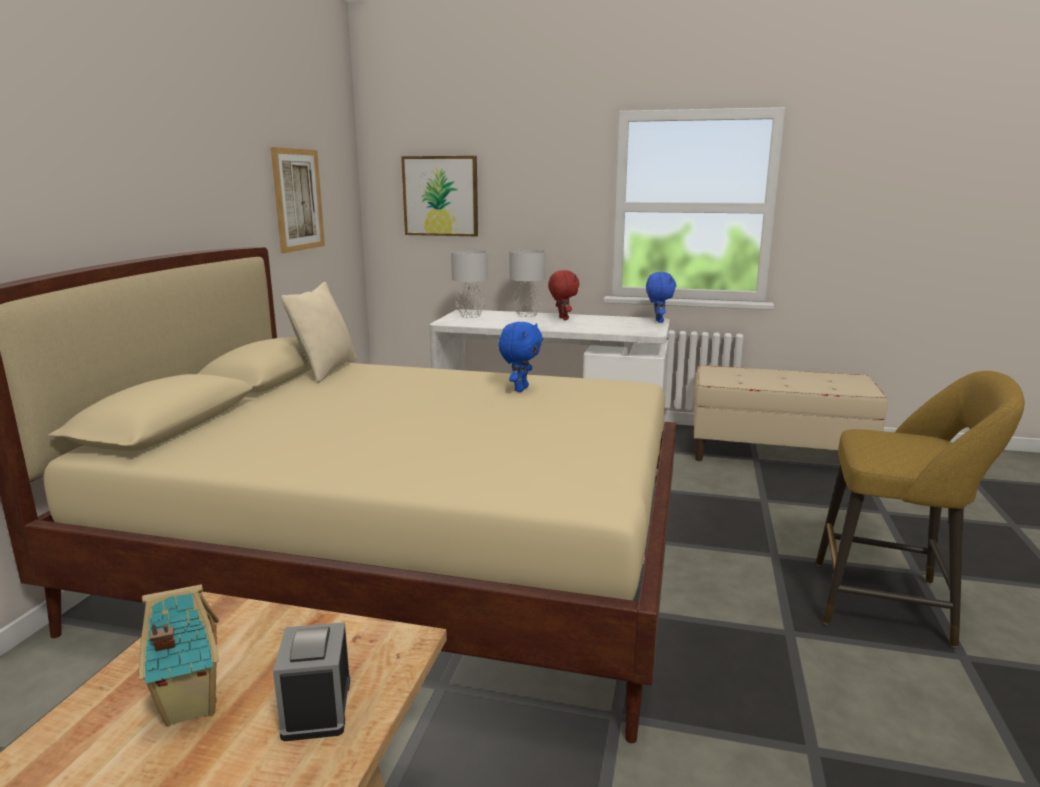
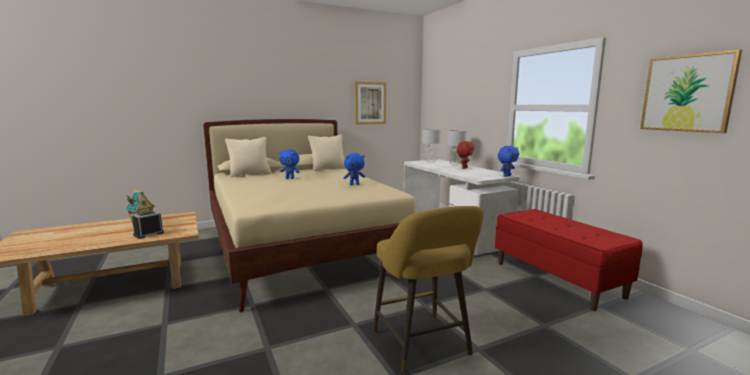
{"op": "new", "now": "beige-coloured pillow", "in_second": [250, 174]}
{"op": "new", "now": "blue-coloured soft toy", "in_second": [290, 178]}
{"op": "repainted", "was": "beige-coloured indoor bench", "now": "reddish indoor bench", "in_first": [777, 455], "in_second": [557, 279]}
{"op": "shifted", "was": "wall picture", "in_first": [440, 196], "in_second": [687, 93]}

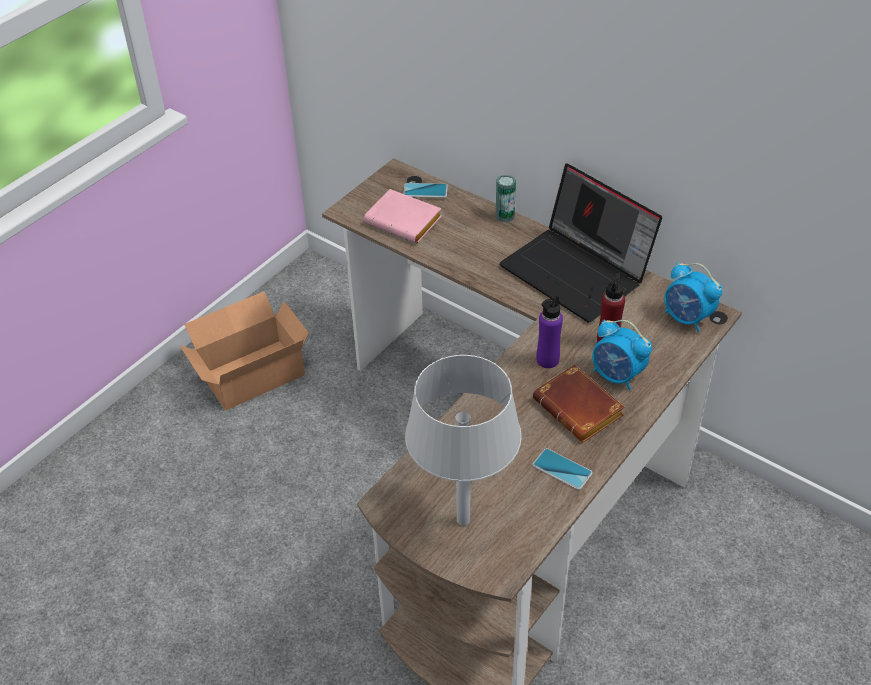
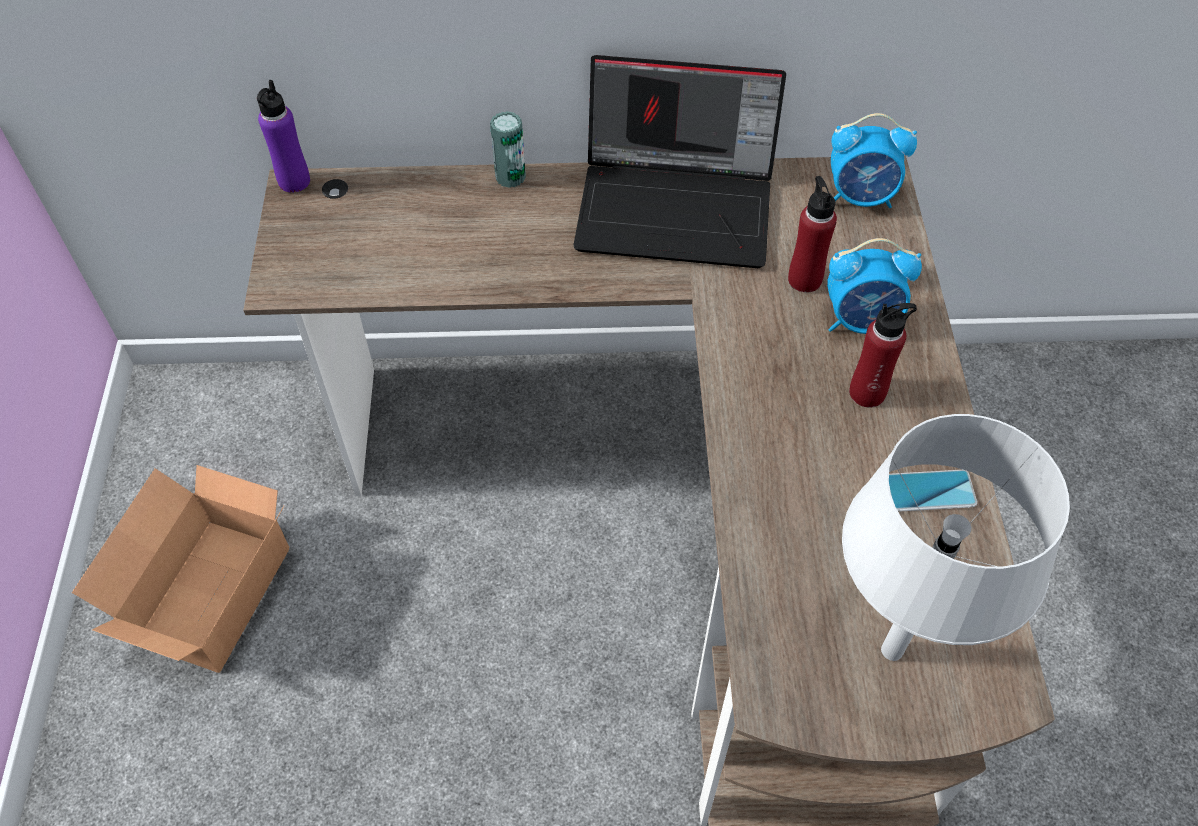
{"op": "shifted", "was": "purplish drink bottle", "in_first": [547, 360], "in_second": [294, 181]}
{"op": "swapped", "was": "brown book", "now": "reddish drink bottle", "in_first": [581, 409], "in_second": [867, 392]}
{"op": "gone", "was": "pinkish book", "in_first": [406, 221]}
{"op": "gone", "was": "phone", "in_first": [425, 191]}

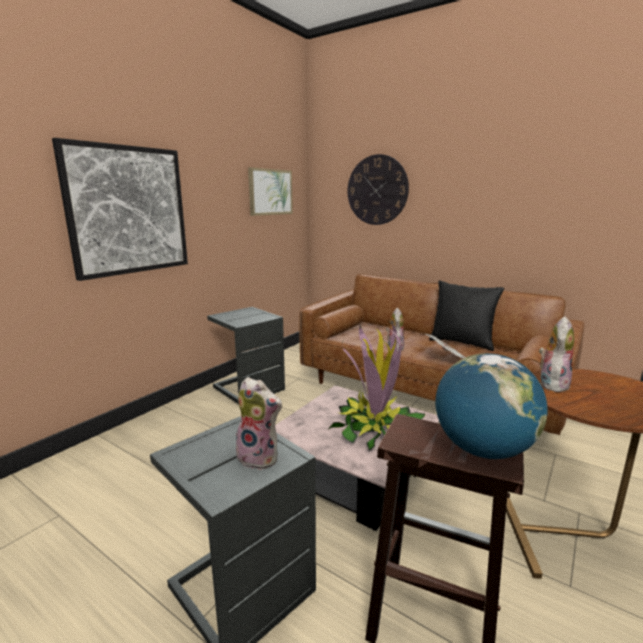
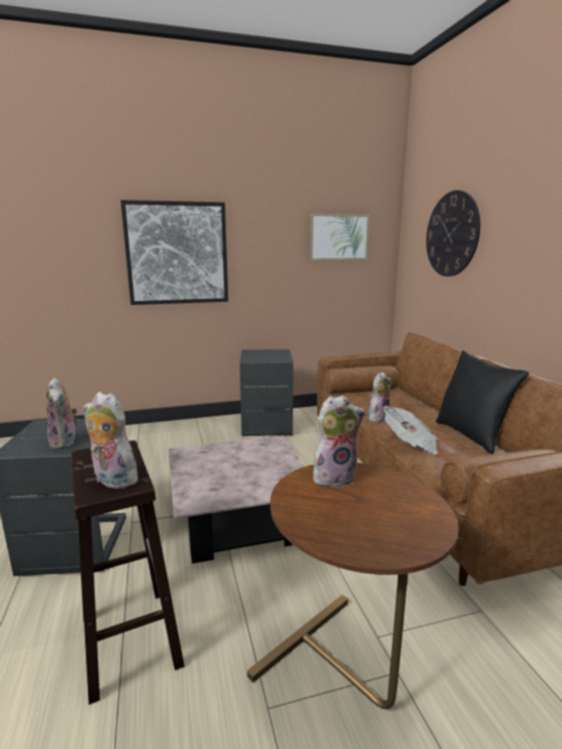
{"op": "swapped", "was": "world globe", "now": "soft toy", "in_first": [482, 449], "in_second": [112, 480]}
{"op": "gone", "was": "plant in a pot", "in_first": [373, 429]}

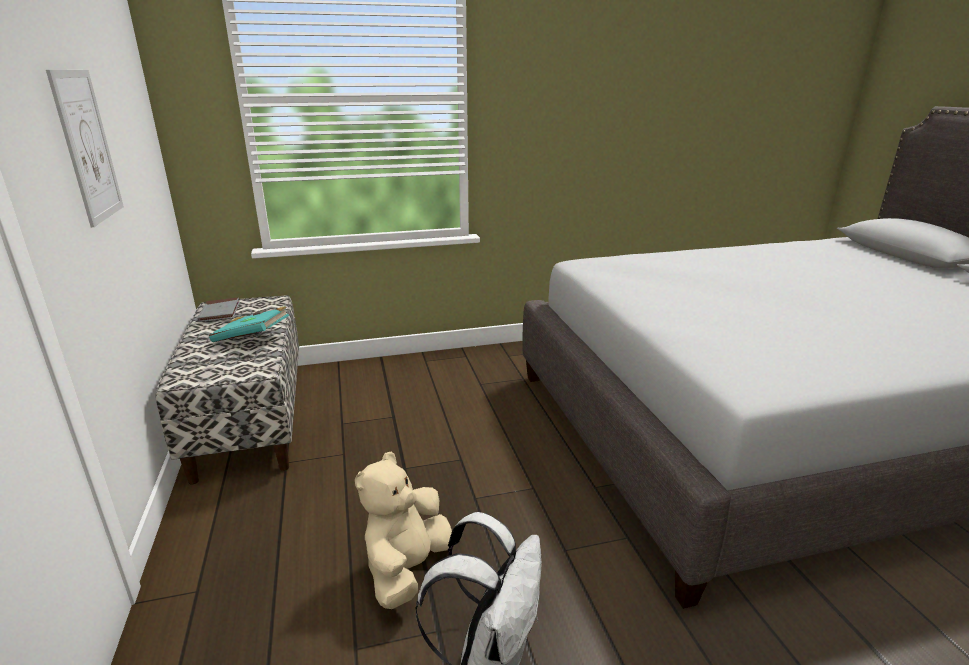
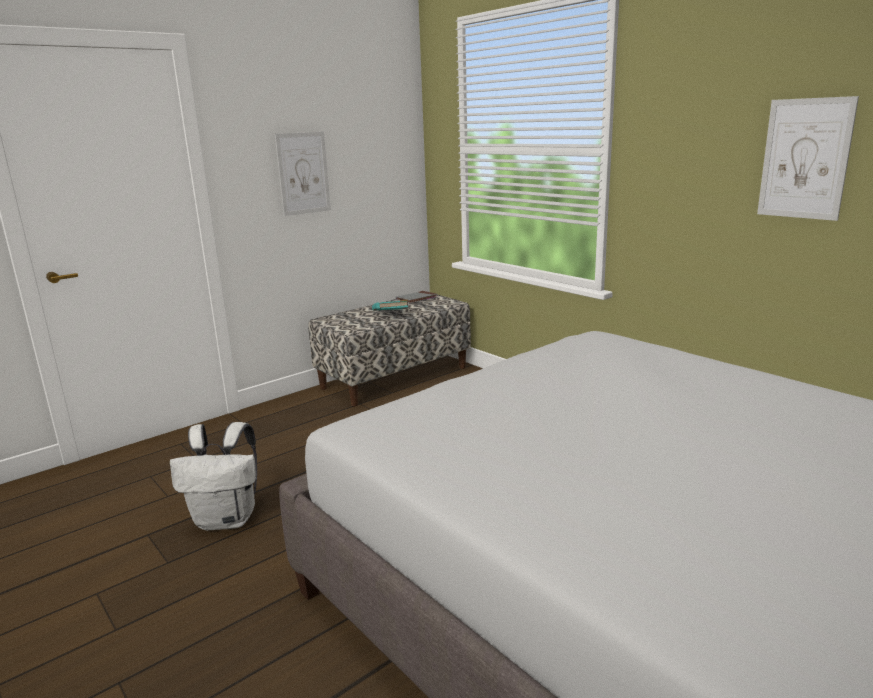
{"op": "new", "now": "wall picture", "in_second": [804, 159]}
{"op": "gone", "was": "beige-coloured soft toy", "in_first": [407, 568]}

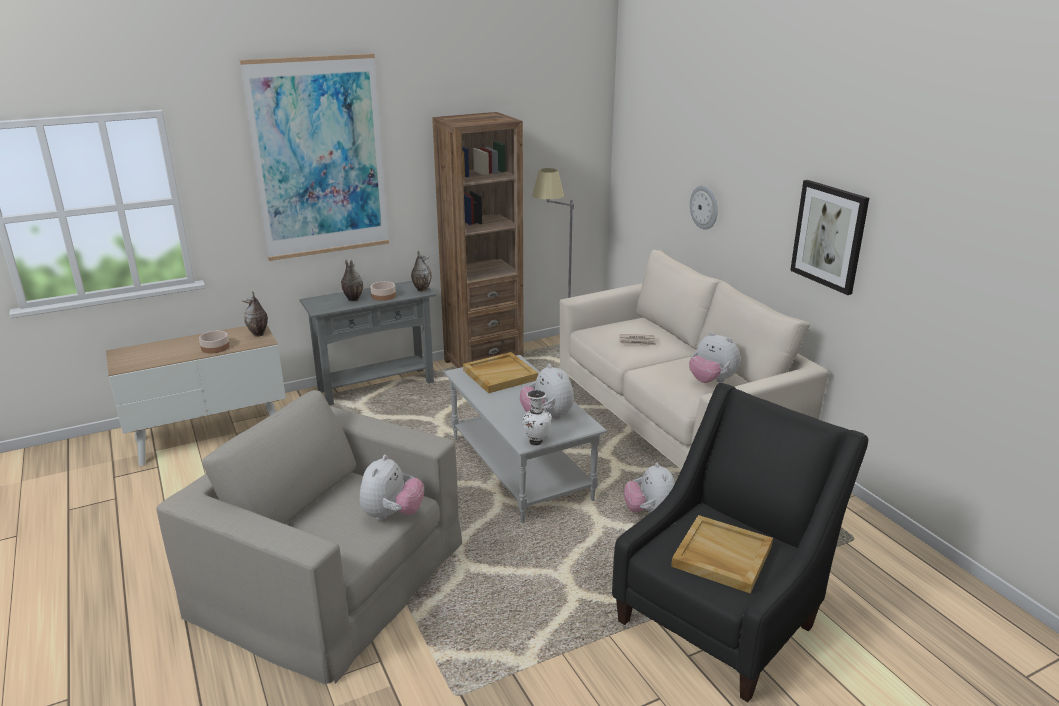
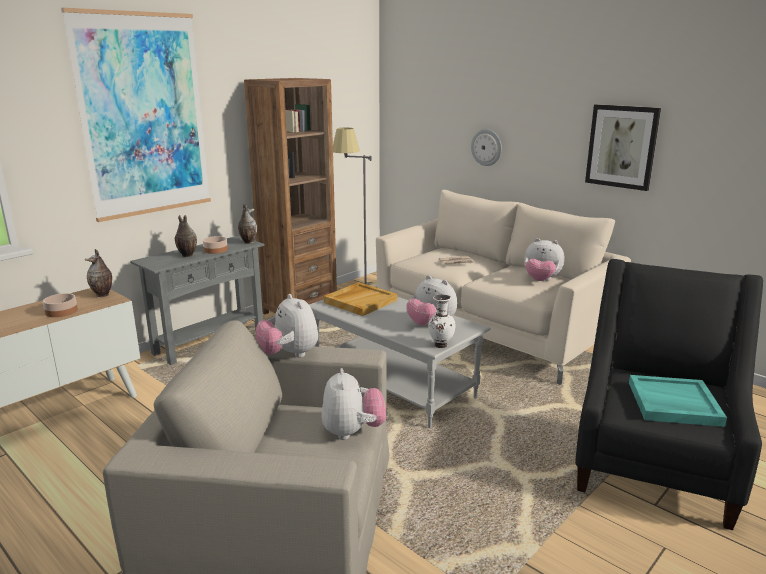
{"op": "shifted", "was": "soft toy", "in_first": [650, 513], "in_second": [289, 355]}
{"op": "repainted", "was": "beige-coloured tray", "now": "turquoise tray", "in_first": [721, 556], "in_second": [673, 404]}

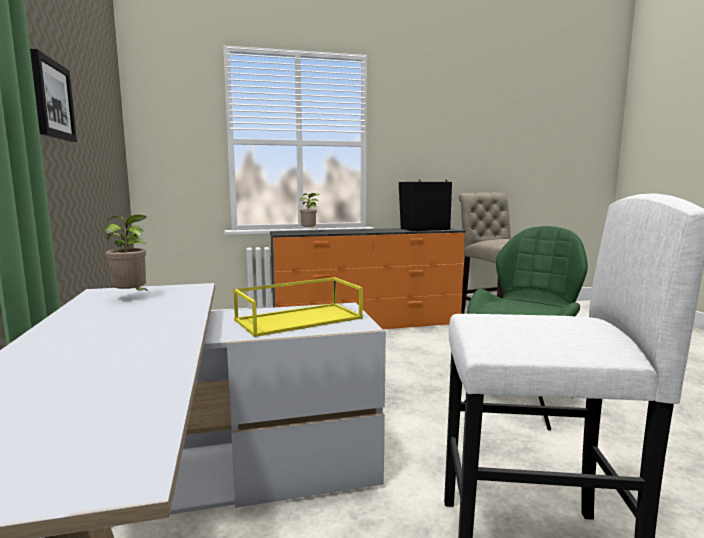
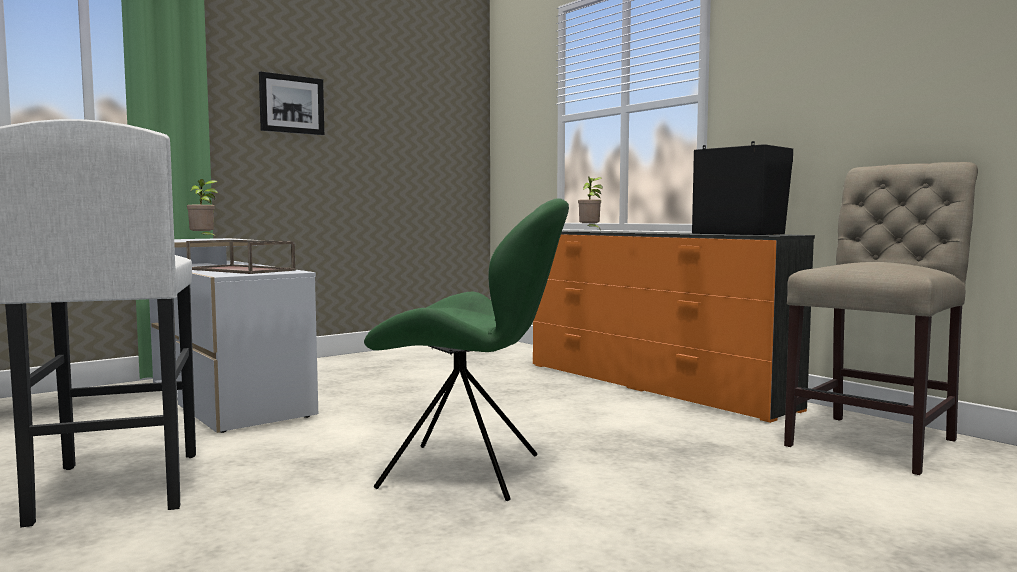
{"op": "repainted", "was": "yellowish tray", "now": "brown tray", "in_first": [299, 319], "in_second": [242, 270]}

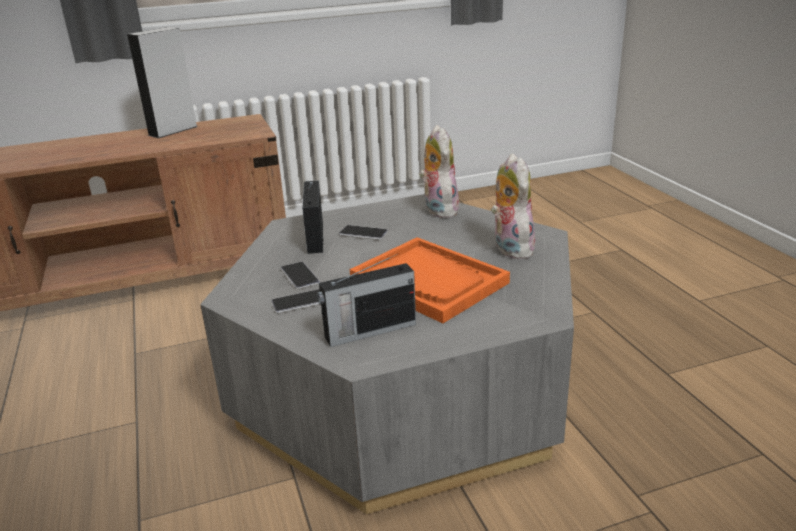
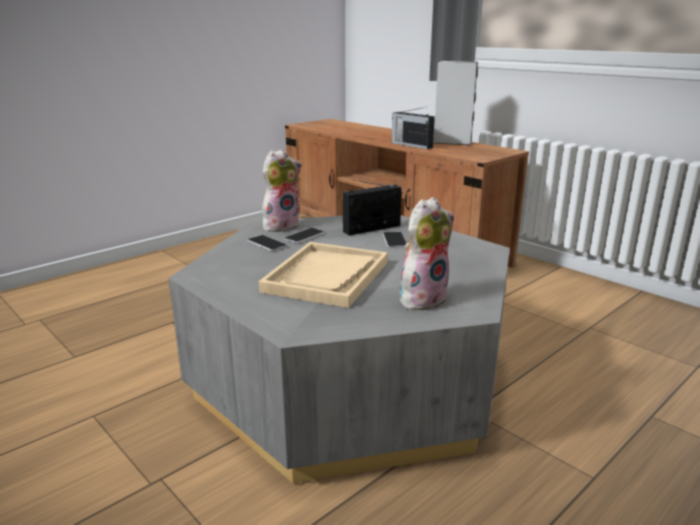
{"op": "repainted", "was": "orange-coloured tray", "now": "beige-coloured tray", "in_first": [429, 281], "in_second": [327, 277]}
{"op": "shifted", "was": "soft toy", "in_first": [438, 210], "in_second": [281, 226]}
{"op": "shifted", "was": "radio set", "in_first": [368, 331], "in_second": [411, 145]}

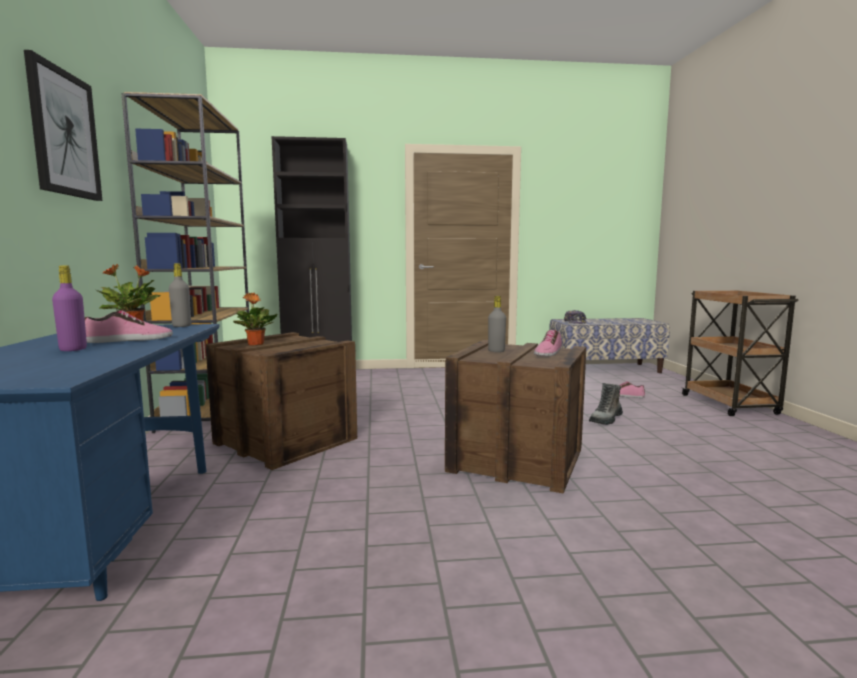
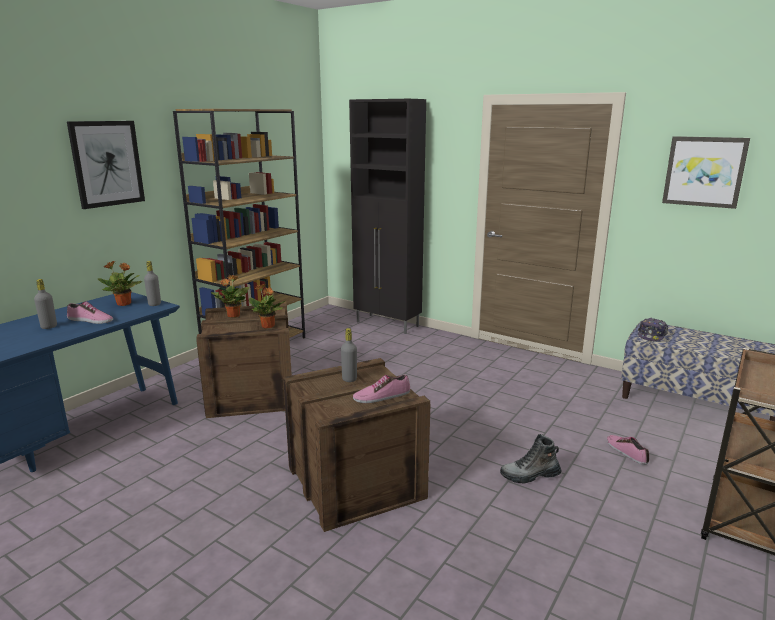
{"op": "repainted", "was": "purplish drink bottle", "now": "gray drink bottle", "in_first": [73, 349], "in_second": [49, 327]}
{"op": "new", "now": "plant in a pot", "in_second": [268, 326]}
{"op": "new", "now": "wall picture", "in_second": [704, 171]}

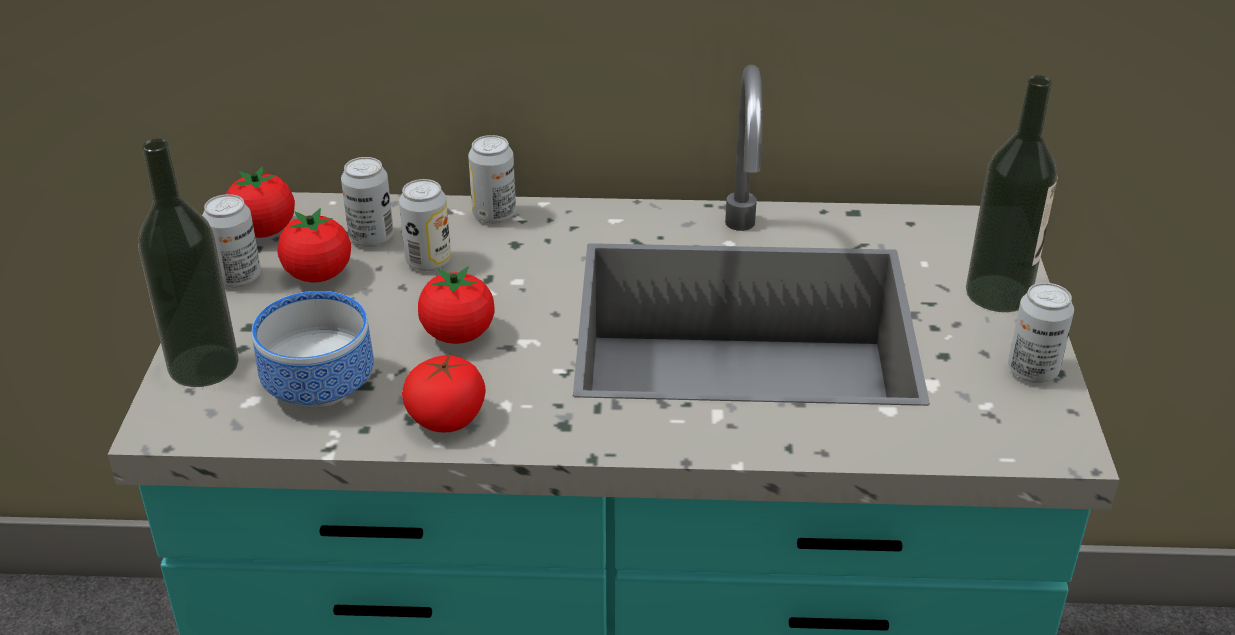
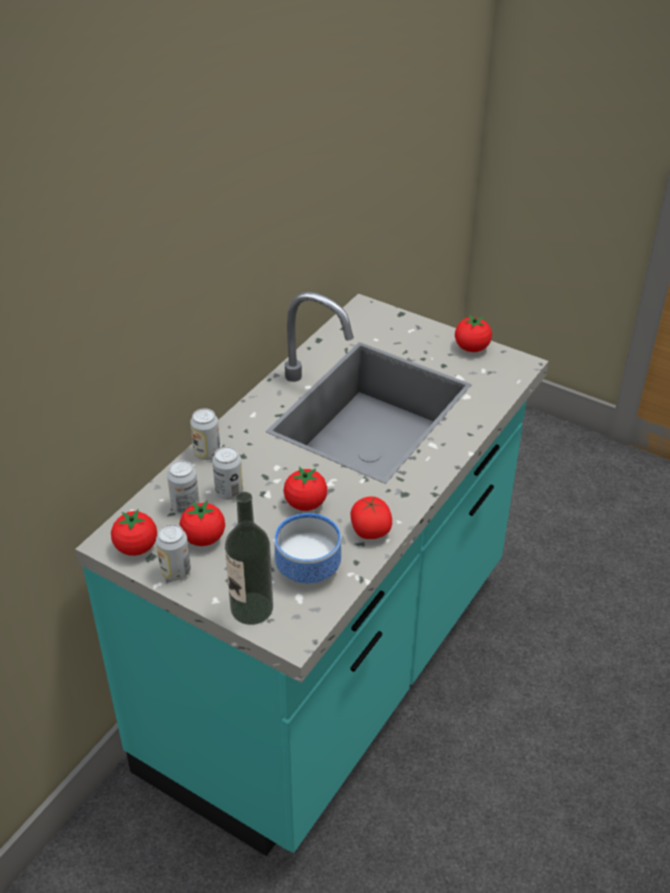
{"op": "swapped", "was": "metal can", "now": "tomato", "in_first": [1032, 371], "in_second": [471, 348]}
{"op": "gone", "was": "drink bottle", "in_first": [998, 293]}

